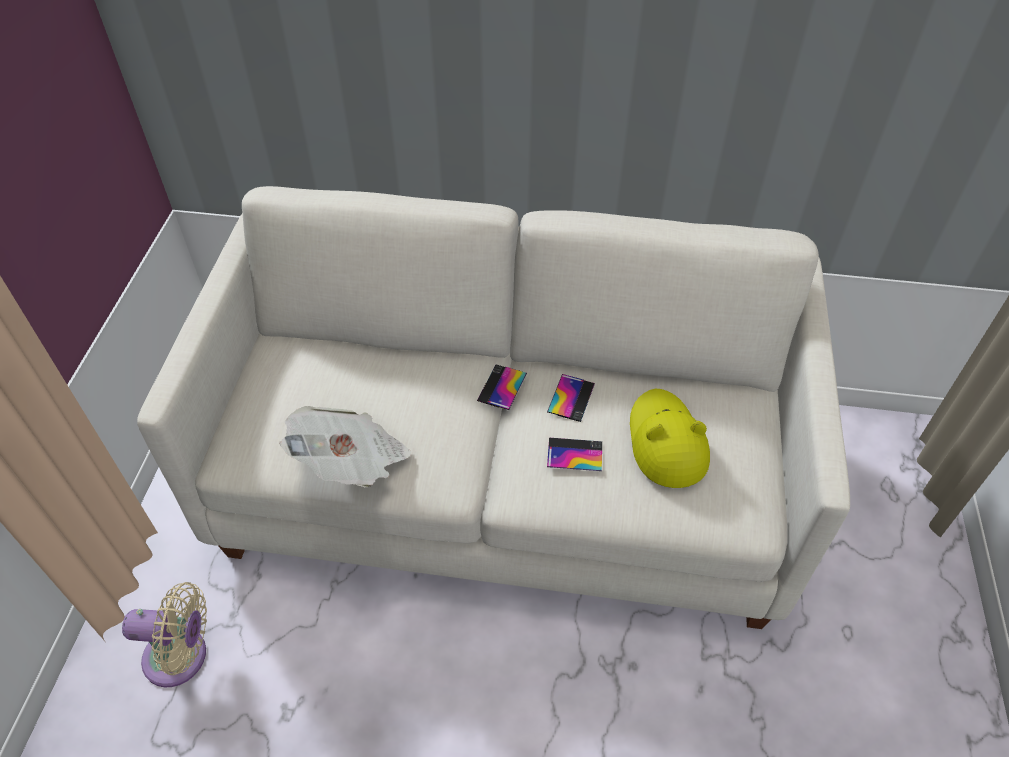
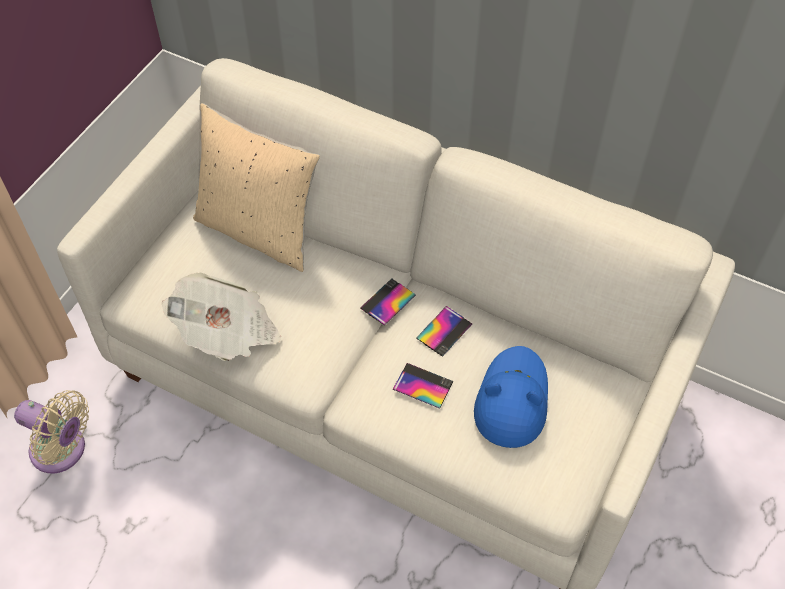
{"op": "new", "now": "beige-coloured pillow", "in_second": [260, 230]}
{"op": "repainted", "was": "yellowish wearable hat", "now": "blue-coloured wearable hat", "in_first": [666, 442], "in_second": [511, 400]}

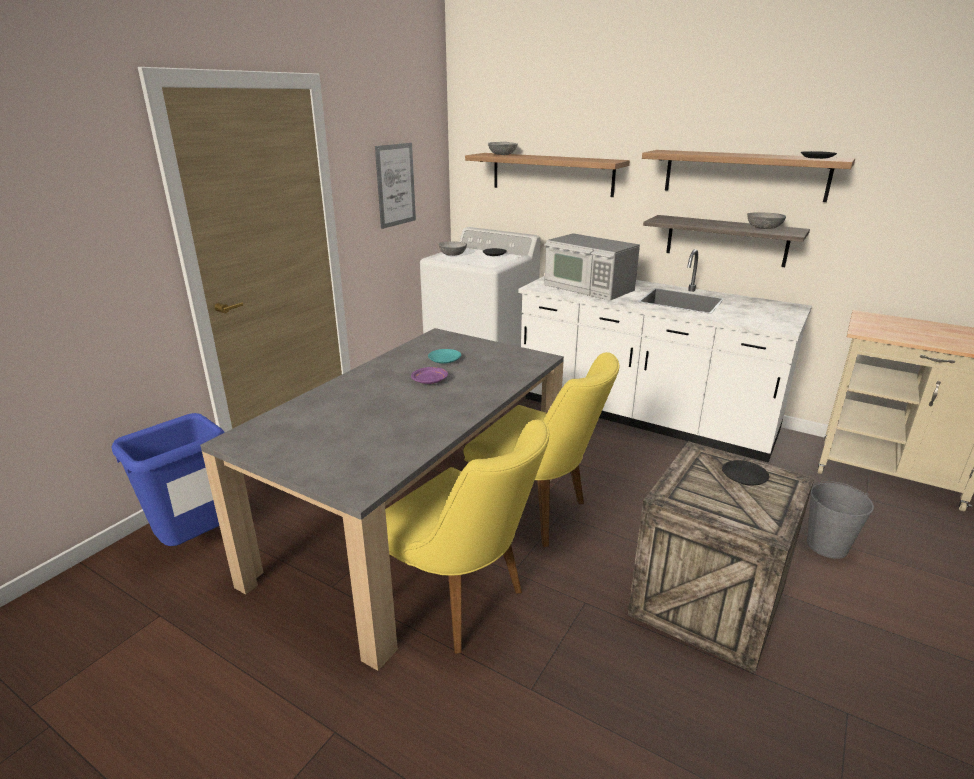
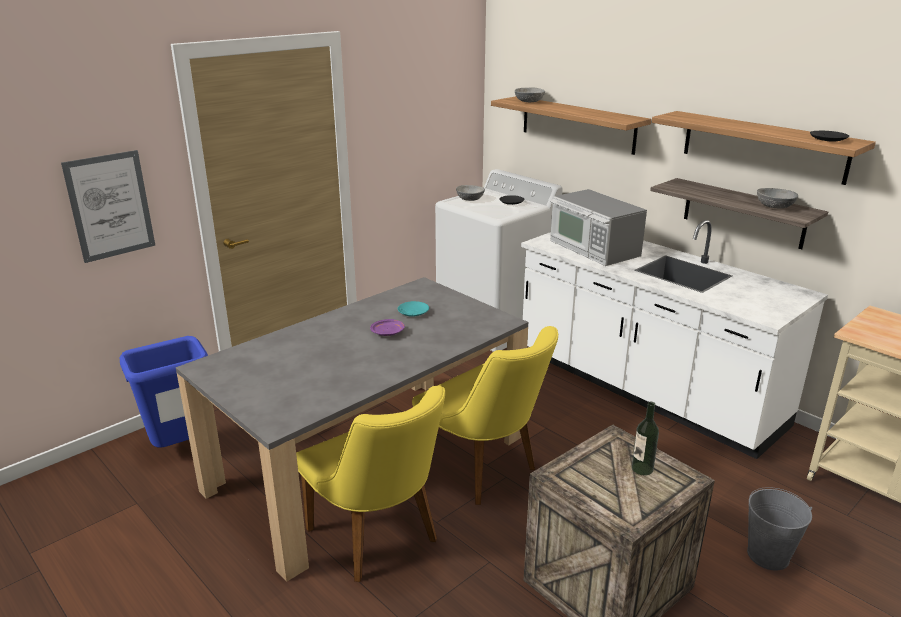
{"op": "shifted", "was": "wall picture", "in_first": [395, 185], "in_second": [110, 206]}
{"op": "swapped", "was": "black-coloured plate", "now": "drink bottle", "in_first": [744, 478], "in_second": [642, 469]}

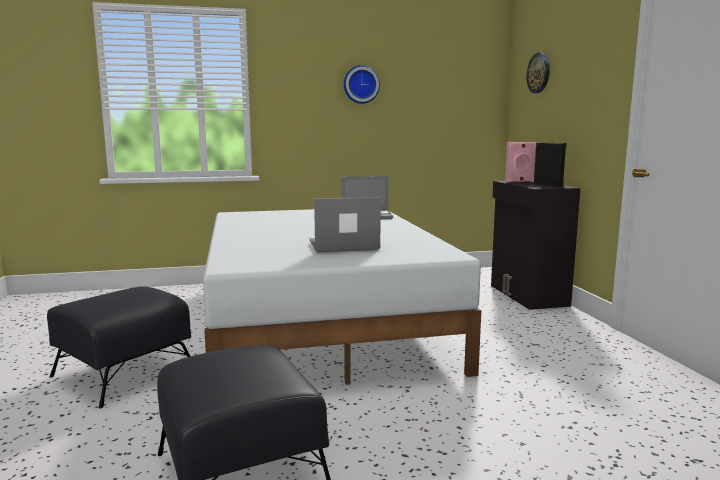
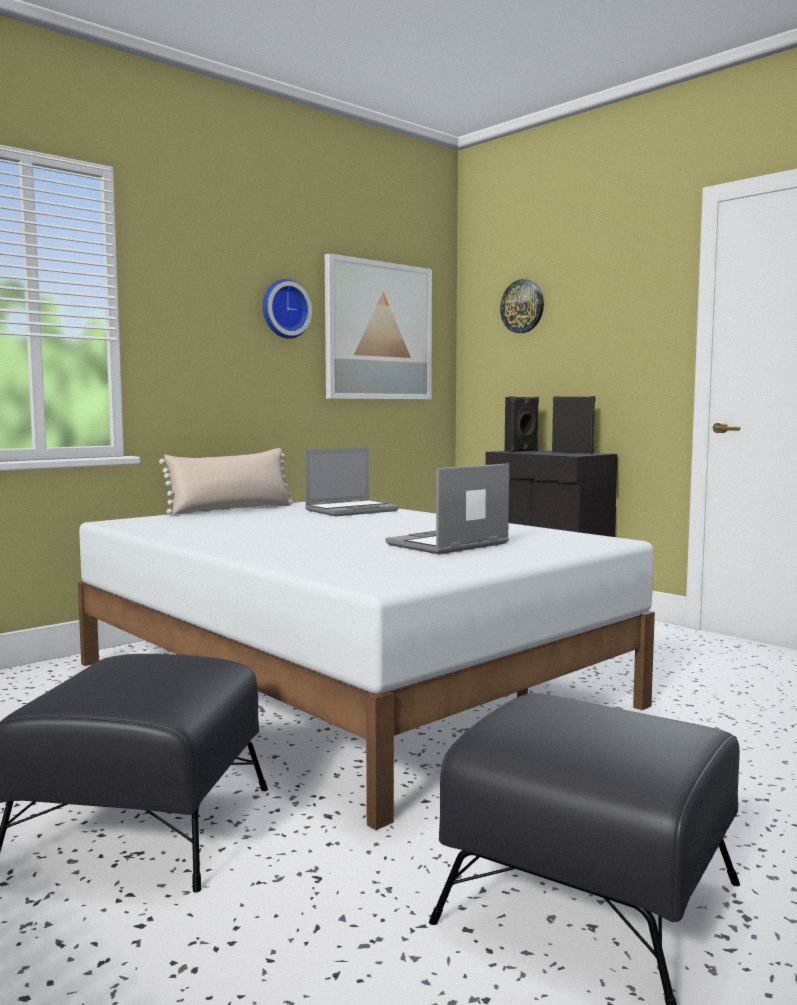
{"op": "new", "now": "beige-coloured pillow", "in_second": [231, 509]}
{"op": "new", "now": "wall picture", "in_second": [378, 331]}
{"op": "repainted", "was": "pinkish speaker", "now": "black-coloured speaker", "in_first": [519, 181], "in_second": [522, 451]}

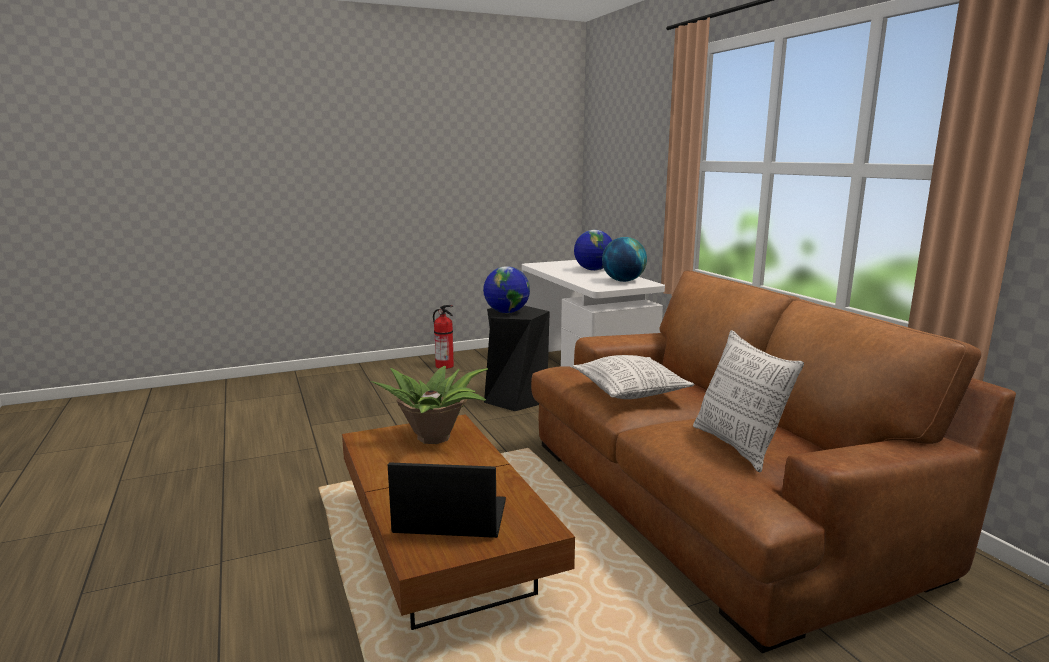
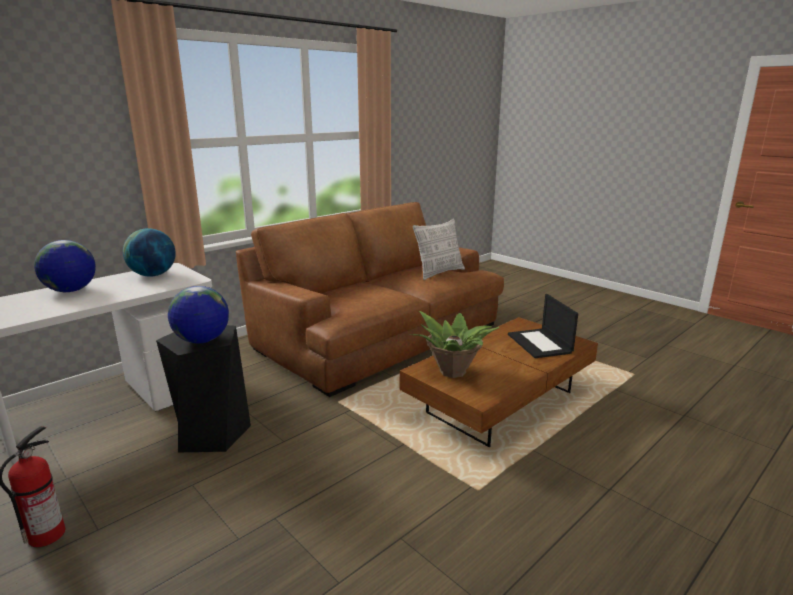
{"op": "gone", "was": "pillow", "in_first": [630, 391]}

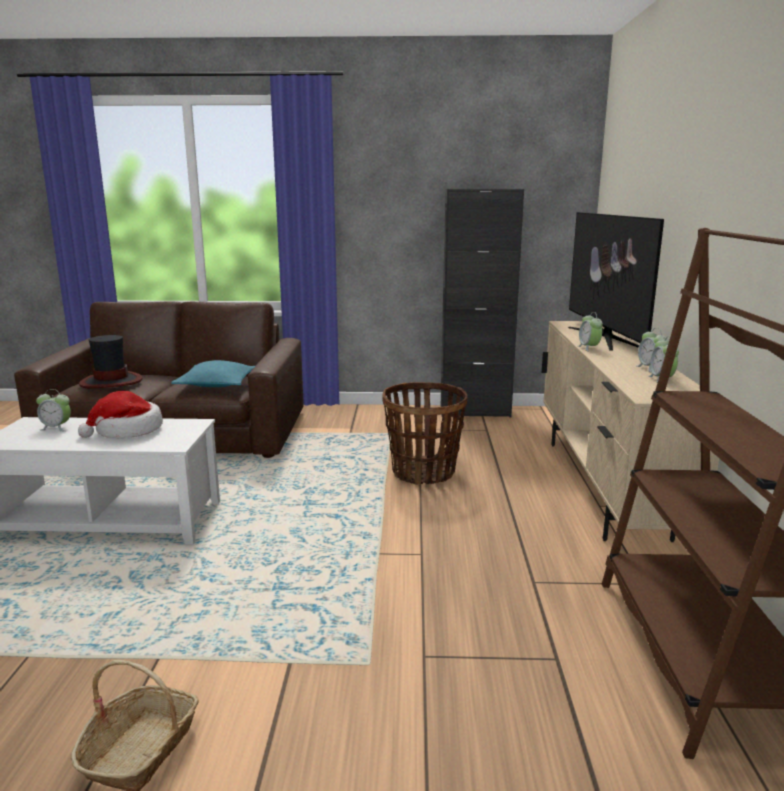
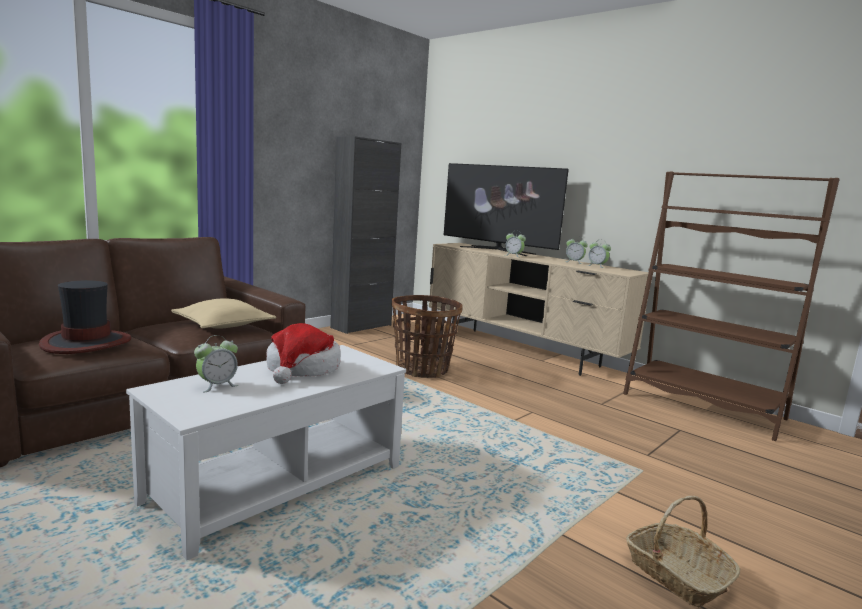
{"op": "repainted", "was": "turquoise pillow", "now": "beige-coloured pillow", "in_first": [217, 384], "in_second": [223, 325]}

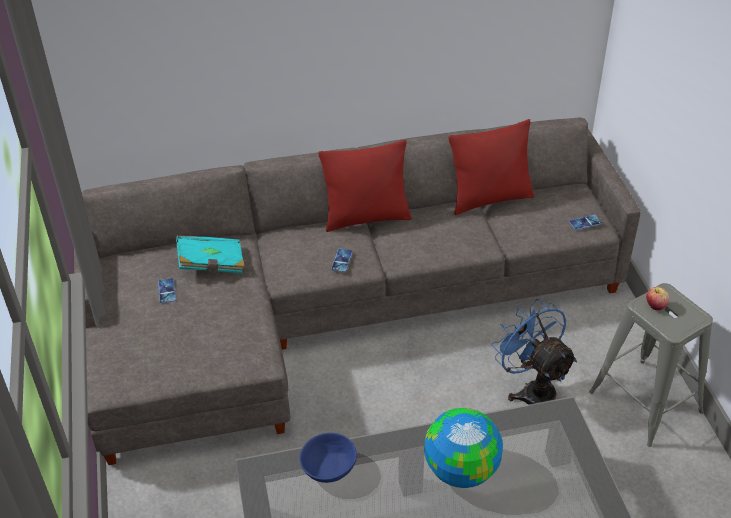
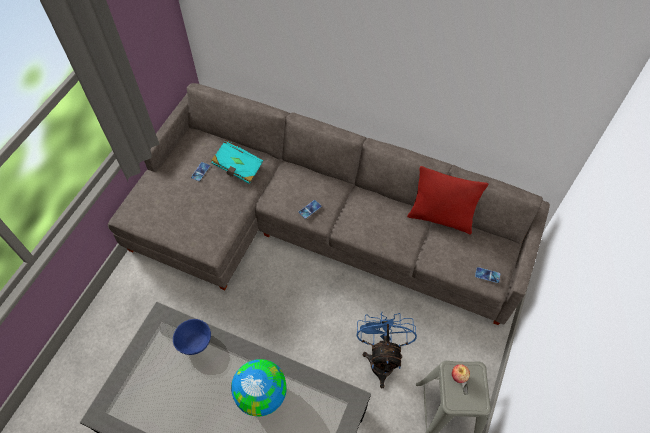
{"op": "gone", "was": "reddish pillow", "in_first": [366, 218]}

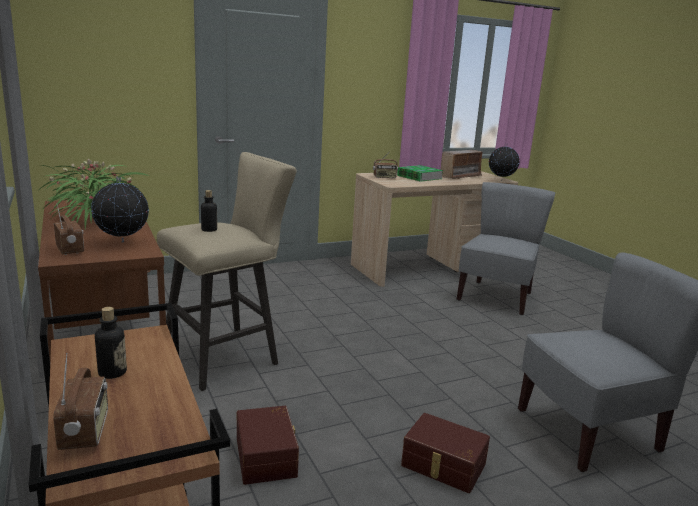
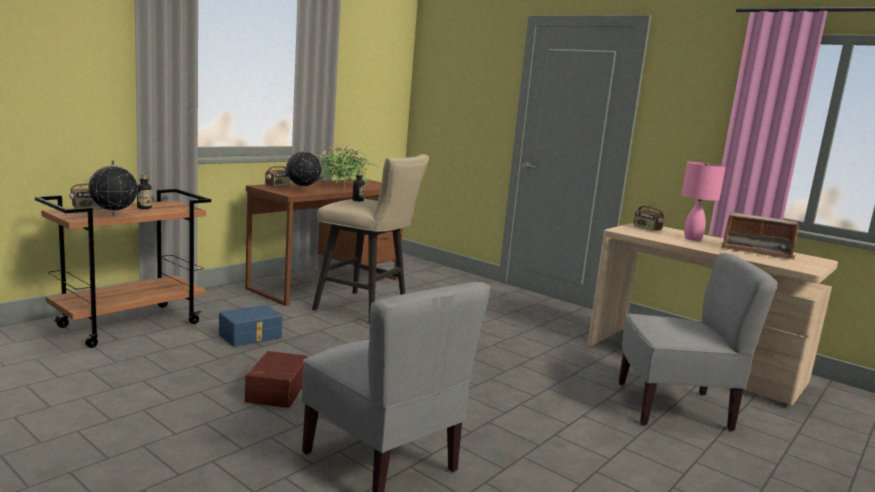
{"op": "shifted", "was": "world globe", "in_first": [501, 180], "in_second": [114, 216]}
{"op": "repainted", "was": "brown storage container", "now": "blue-coloured storage container", "in_first": [268, 456], "in_second": [251, 336]}
{"op": "swapped", "was": "book", "now": "pinkish lamp for a table", "in_first": [419, 177], "in_second": [692, 238]}

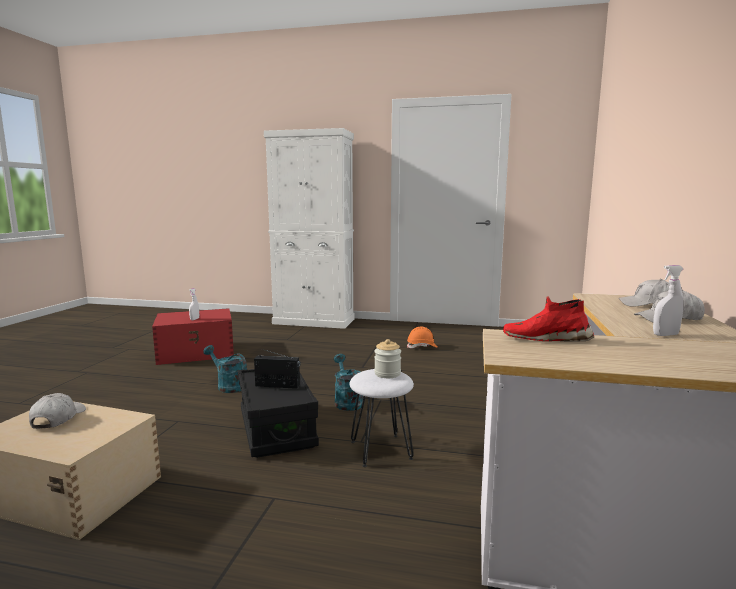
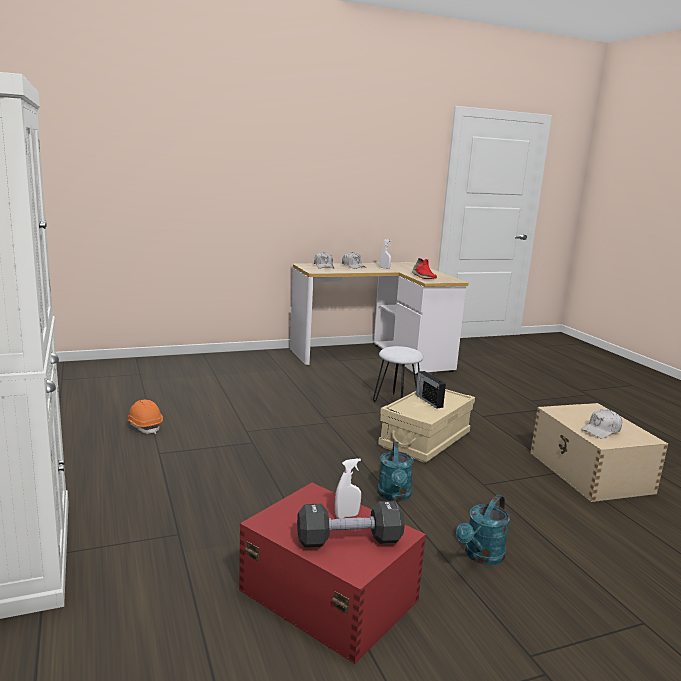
{"op": "new", "now": "black-coloured dumbbell", "in_second": [349, 540]}
{"op": "repainted", "was": "black-coloured storage container", "now": "beige-coloured storage container", "in_first": [276, 428], "in_second": [425, 440]}
{"op": "shifted", "was": "turquoise watering can", "in_first": [347, 401], "in_second": [481, 556]}
{"op": "gone", "was": "storage jar", "in_first": [387, 374]}

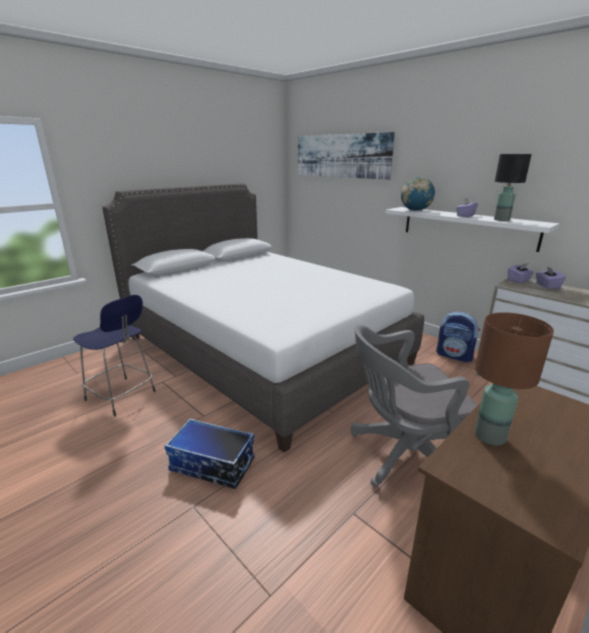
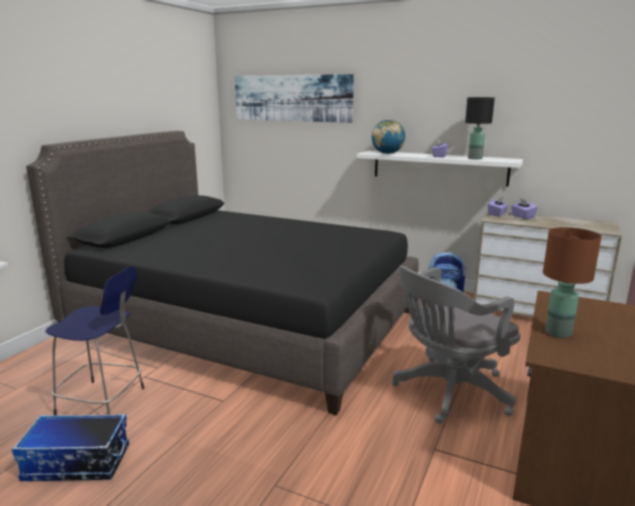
{"op": "shifted", "was": "storage container", "in_first": [212, 465], "in_second": [76, 464]}
{"op": "repainted", "was": "whitish bedroom bed", "now": "black-coloured bedroom bed", "in_first": [263, 350], "in_second": [245, 323]}

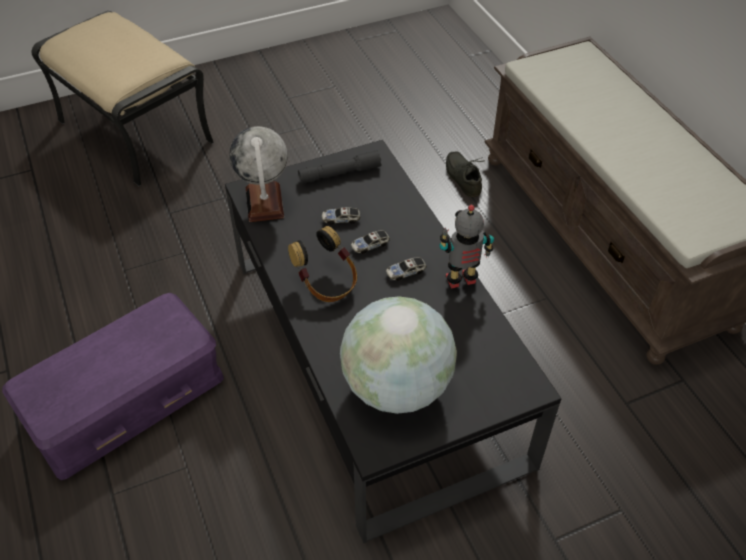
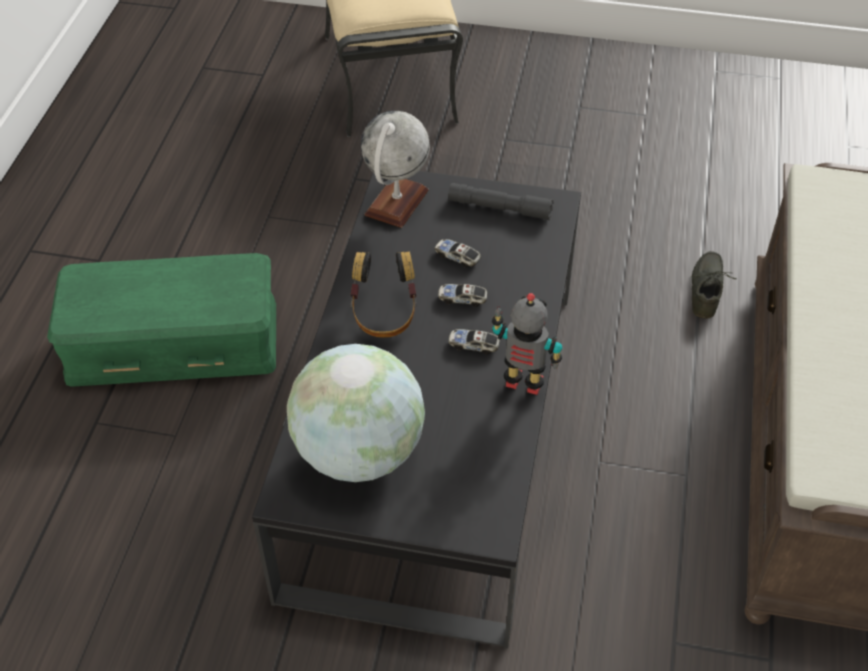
{"op": "repainted", "was": "purplish storage container", "now": "green storage container", "in_first": [125, 399], "in_second": [172, 343]}

